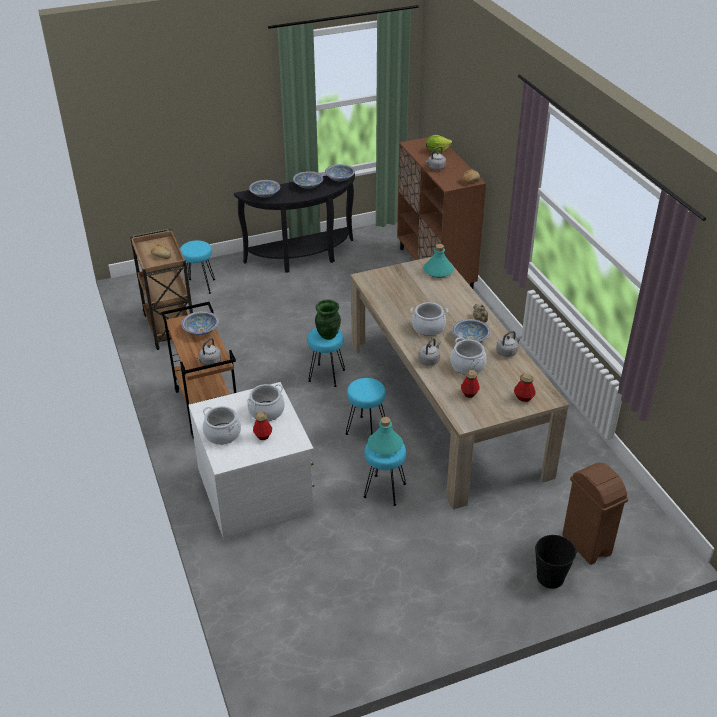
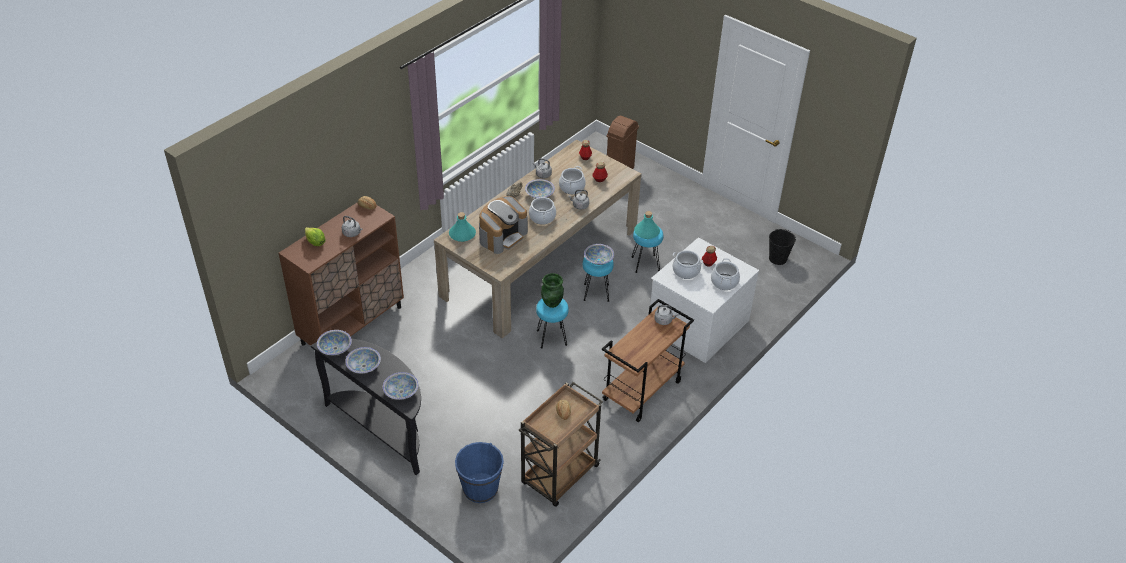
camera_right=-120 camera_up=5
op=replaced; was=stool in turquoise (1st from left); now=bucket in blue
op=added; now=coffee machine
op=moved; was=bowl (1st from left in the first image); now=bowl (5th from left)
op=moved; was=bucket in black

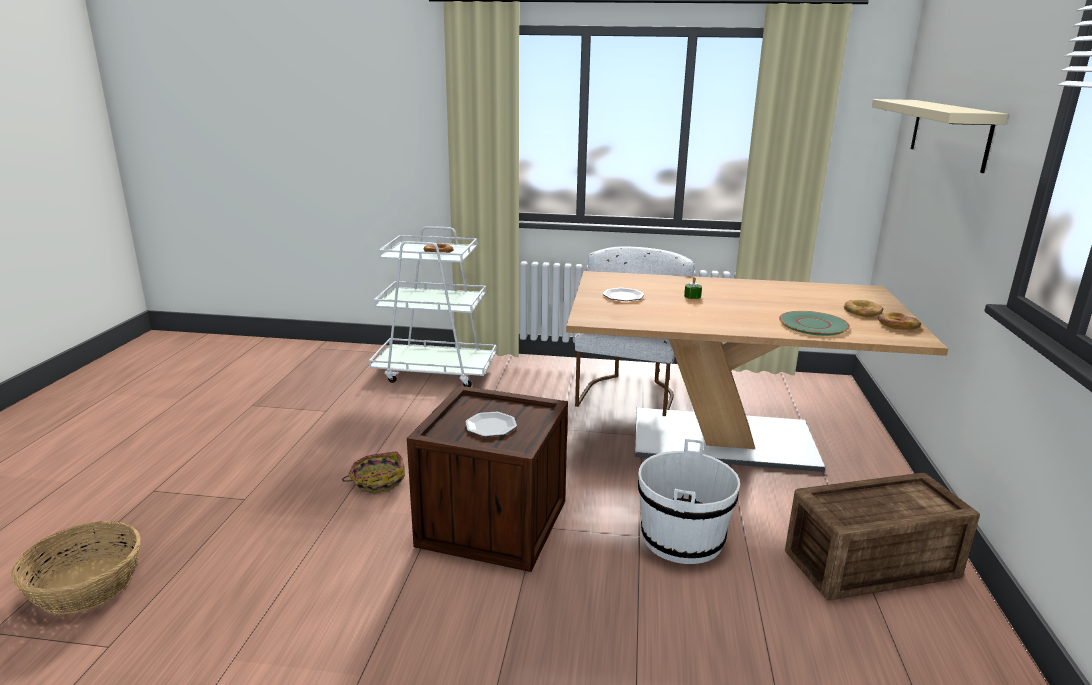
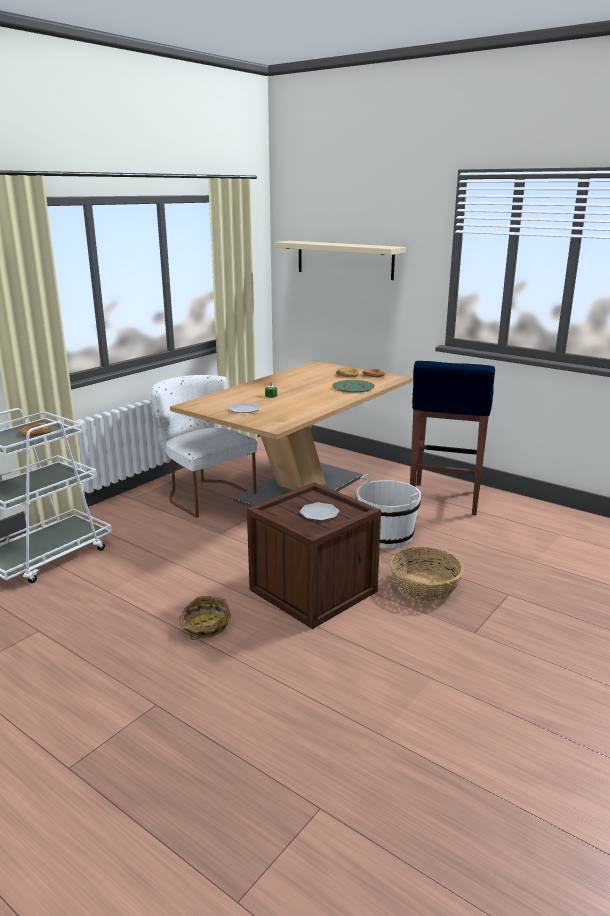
camera_right=-60 camera_up=0
op=moved; was=basket (1st from left in the first image); now=basket (2nd from left)
op=replaced; was=crate (2nd from left); now=stool in blue

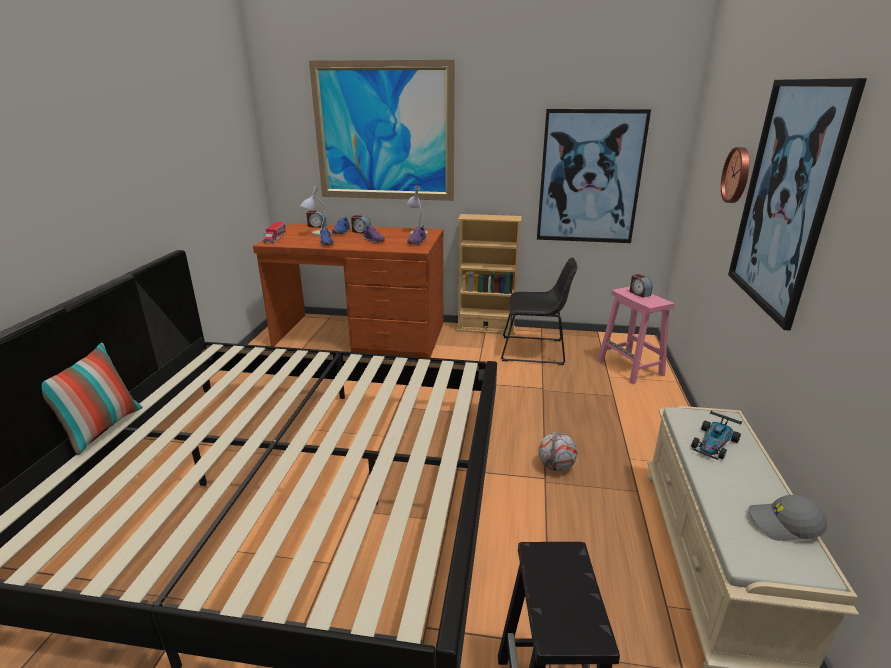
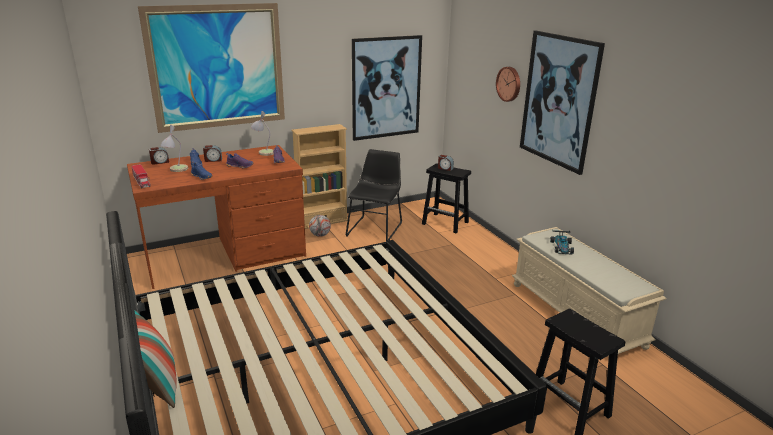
camera_right=-35 camera_up=0
op=moved; was=football
op=turned; was=chair in black; clockwise=-45
op=recoloured; was=stool in pink; now=stool in black (1st from left)
op=removed; was=cap in grey

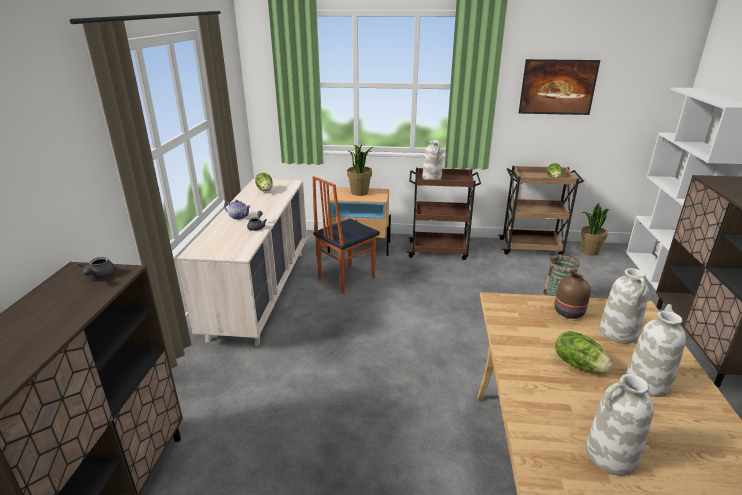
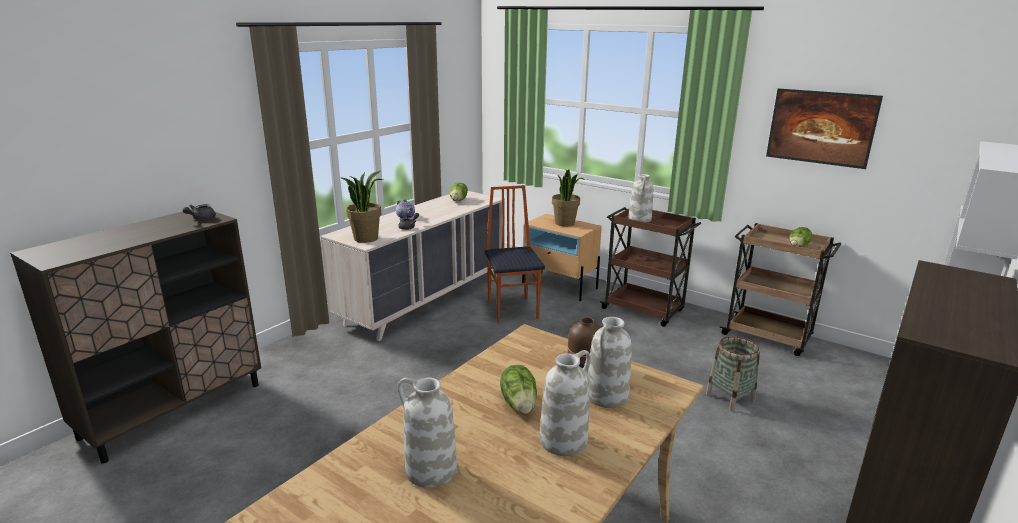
camera_right=30 camera_up=-5
op=moved; was=potted plant (2nd from left in the first image); now=potted plant (1st from left)
op=turned; was=chair; clockwise=90

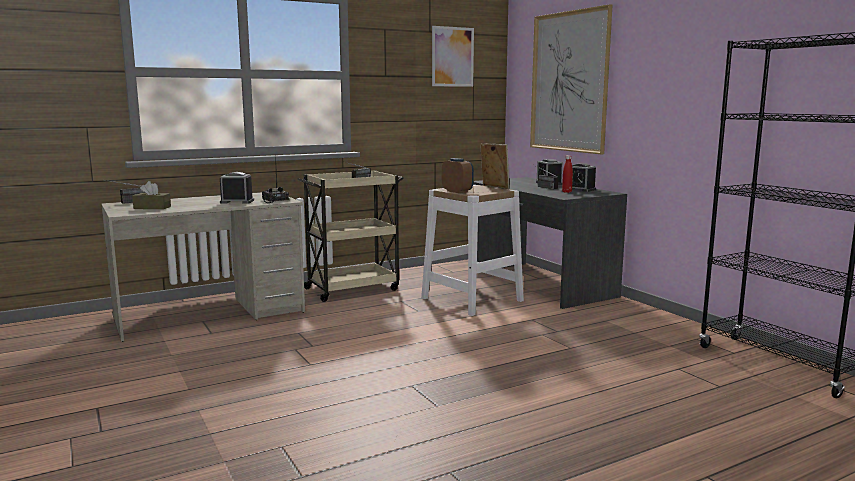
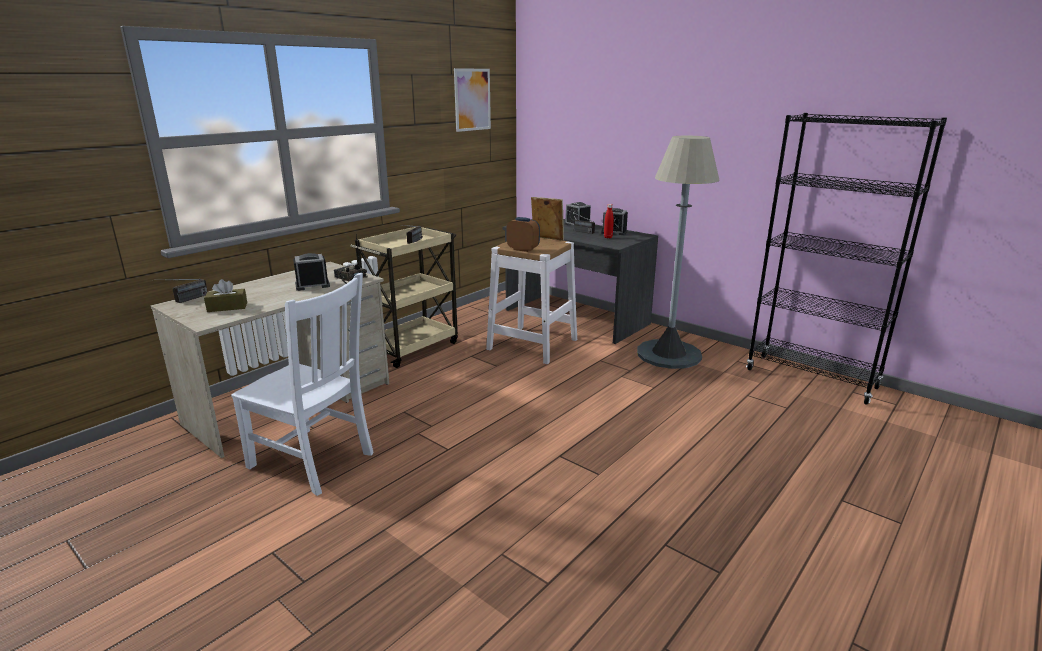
camera_right=-20 camera_up=10
op=added; now=chair in white
op=added; now=floor lamp in grey
op=removed; was=picture (2nd from left)

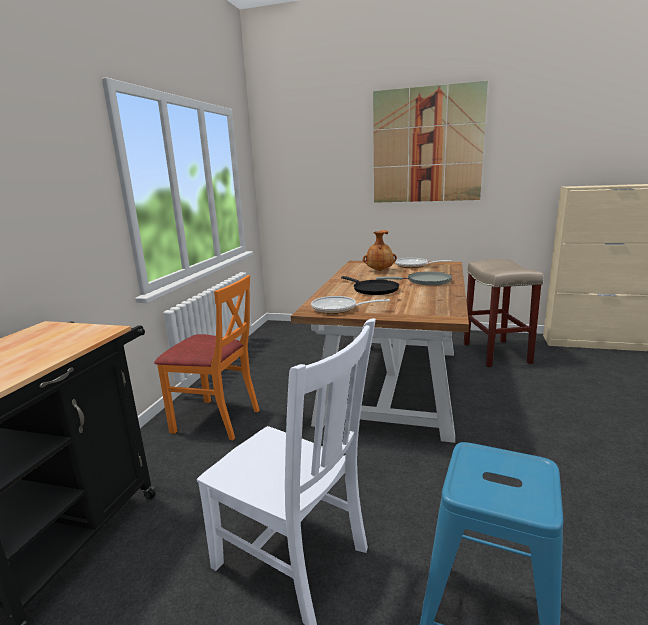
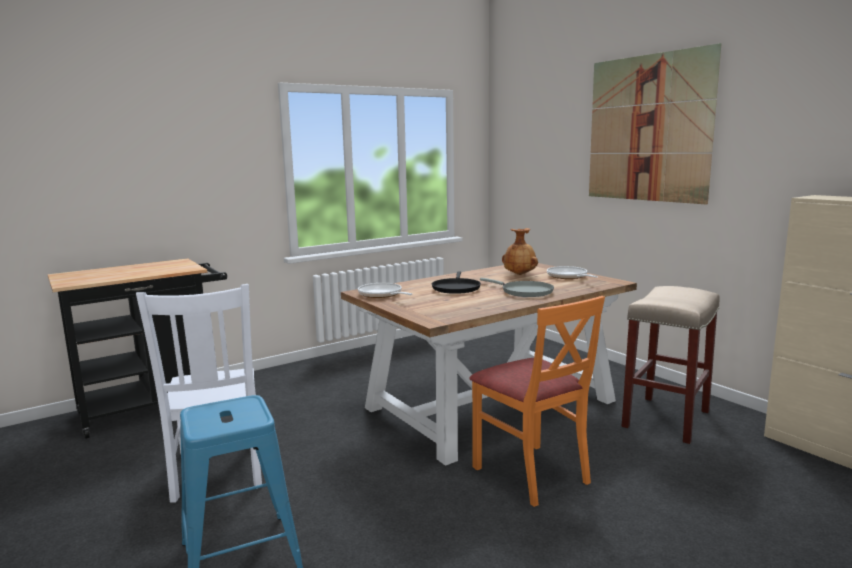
camera_right=40 camera_up=-5
op=moved; was=chair in orange

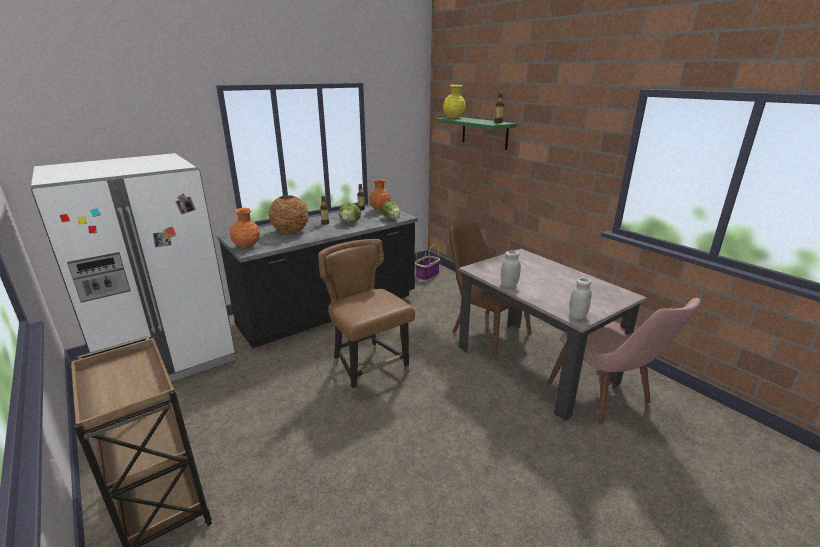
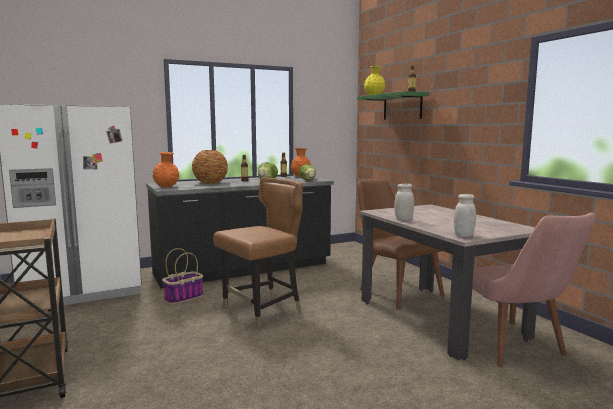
camera_right=10 camera_up=-15
op=moved; was=basket
op=turned; was=chair in brown (1st from left); clockwise=75

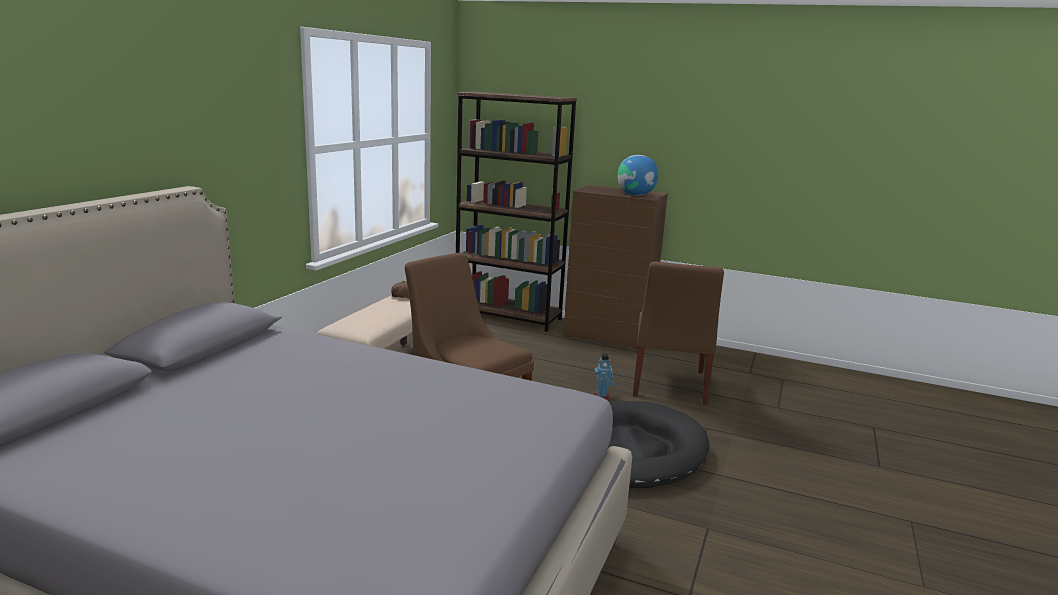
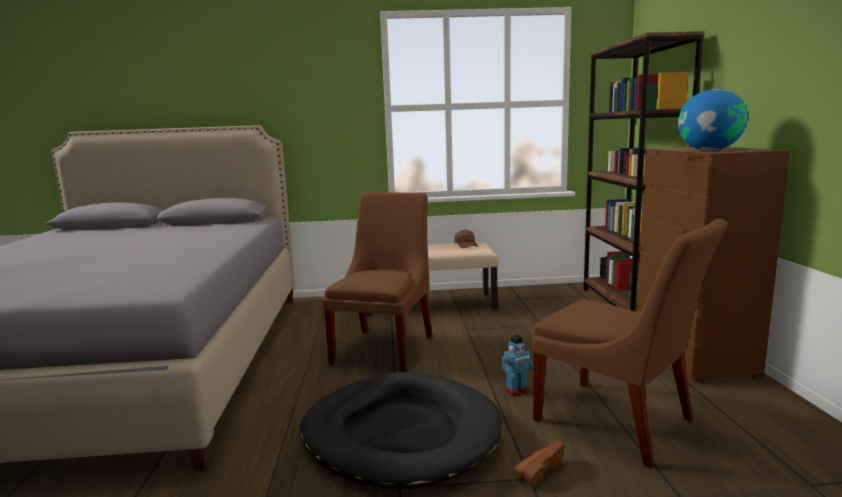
camera_right=65 camera_up=-5
op=added; now=shoe in brown
op=turned; was=chair in brown (2nd from left); clockwise=-120

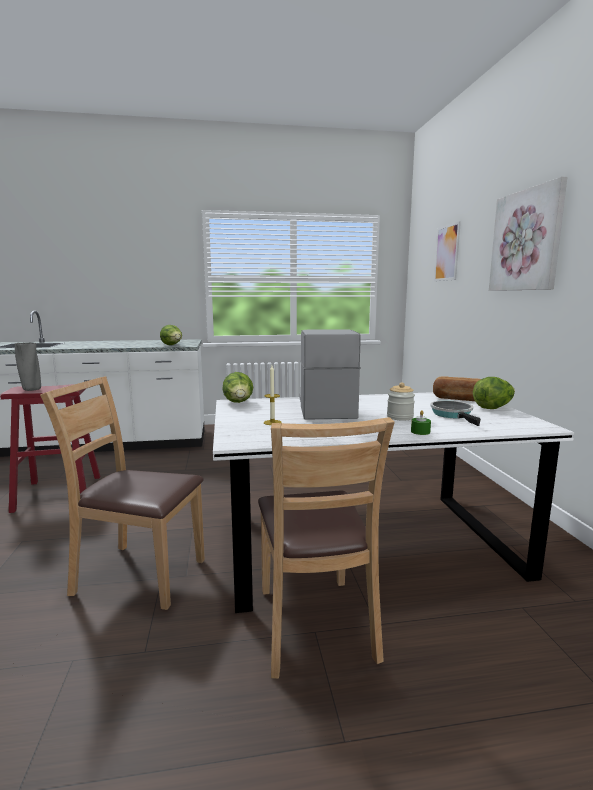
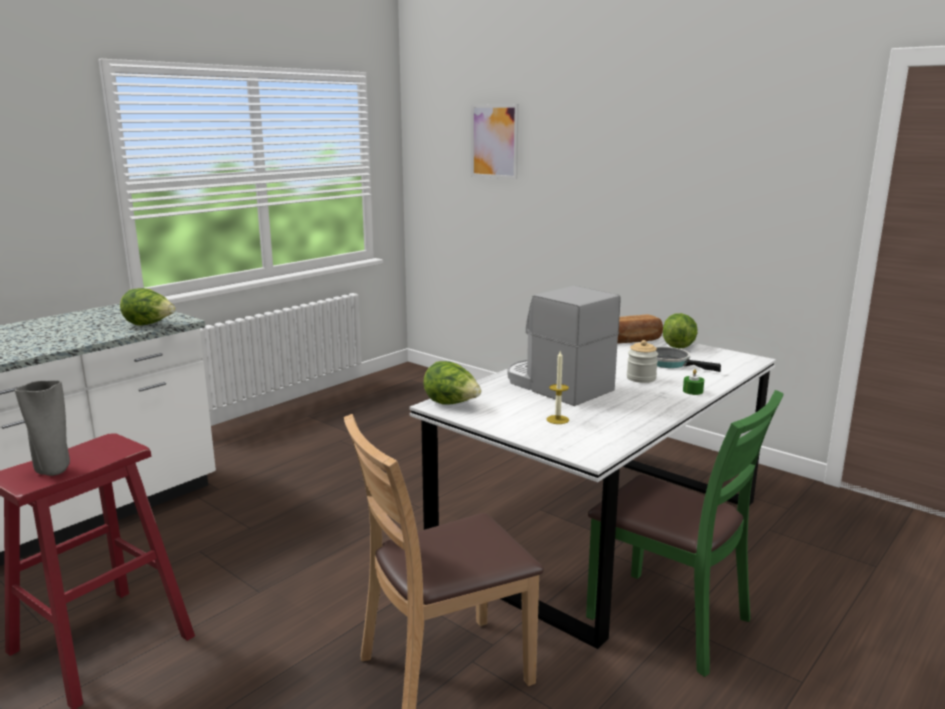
camera_right=-40 camera_up=5
op=recoloured; was=chair in brown (2nd from left); now=chair in green
op=removed; was=picture (2nd from left)

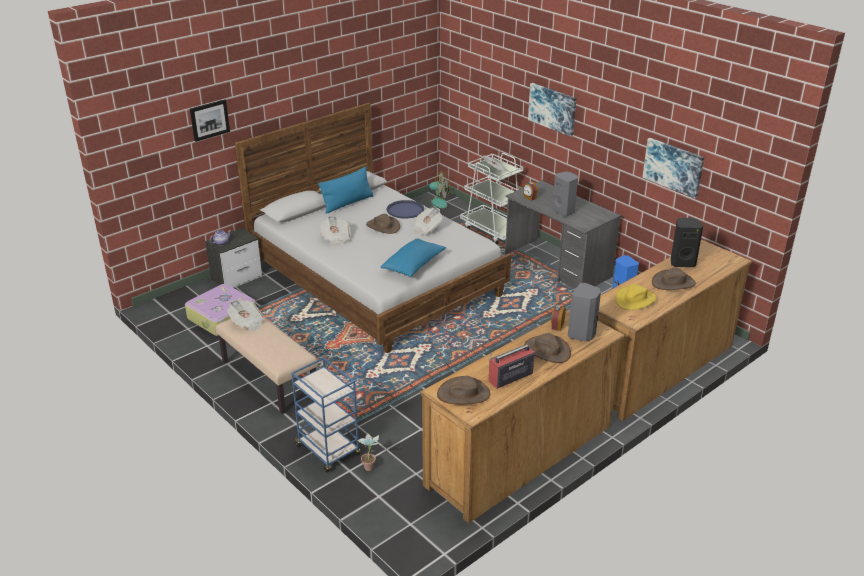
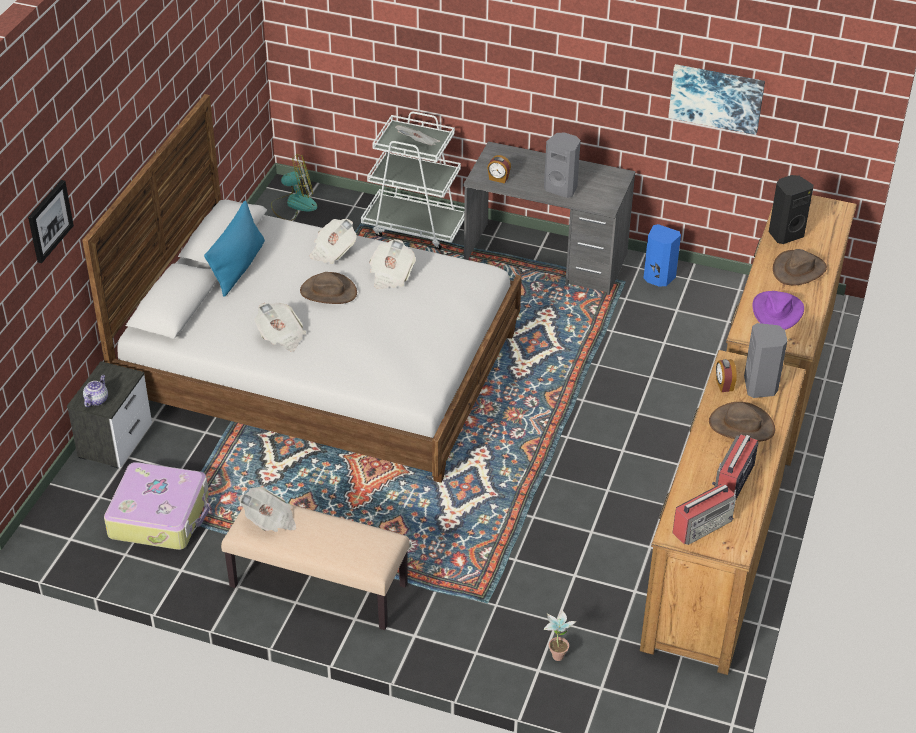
camera_right=-30 camera_up=10
op=replaced; was=tray in blue; now=newspaper (3rd from left)
op=replaced; was=hat in brown (2nd from left); now=radio (1st from left)
op=recoloured; was=hat in yellow; now=hat in purple
op=removed; was=cart in blue
op=removed; was=pillow in blue (2nd from left)
op=removed; was=picture (2nd from left)

